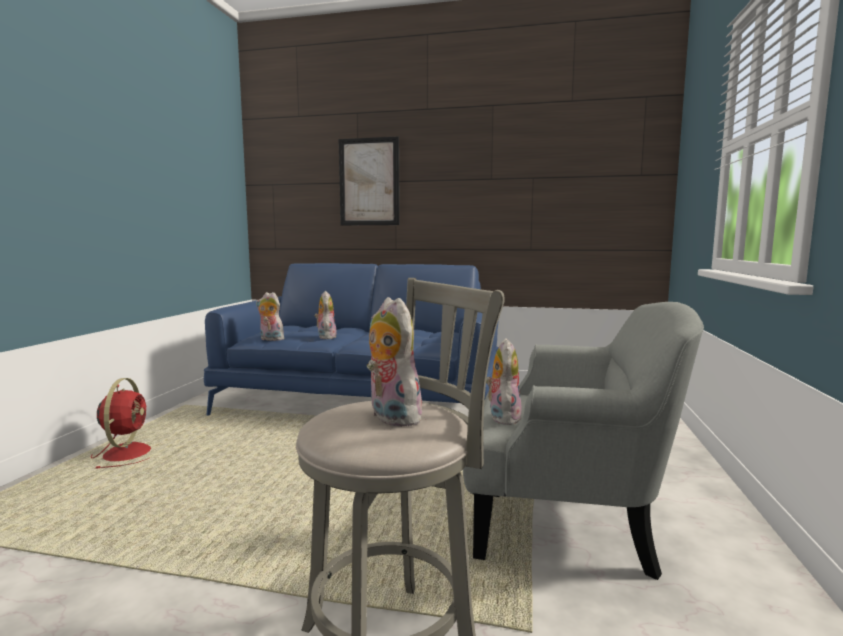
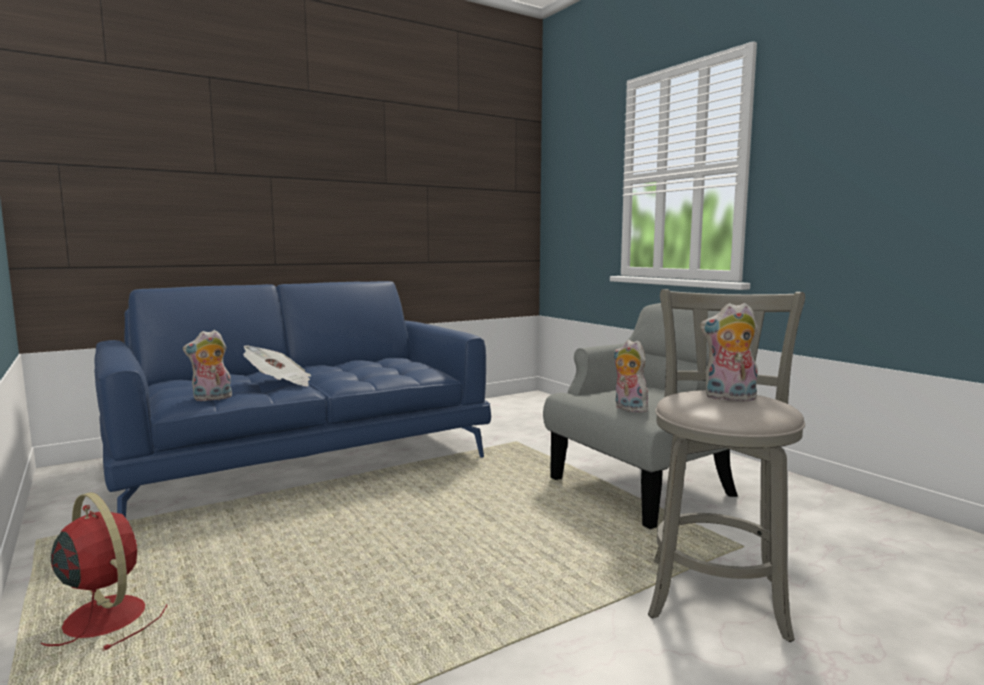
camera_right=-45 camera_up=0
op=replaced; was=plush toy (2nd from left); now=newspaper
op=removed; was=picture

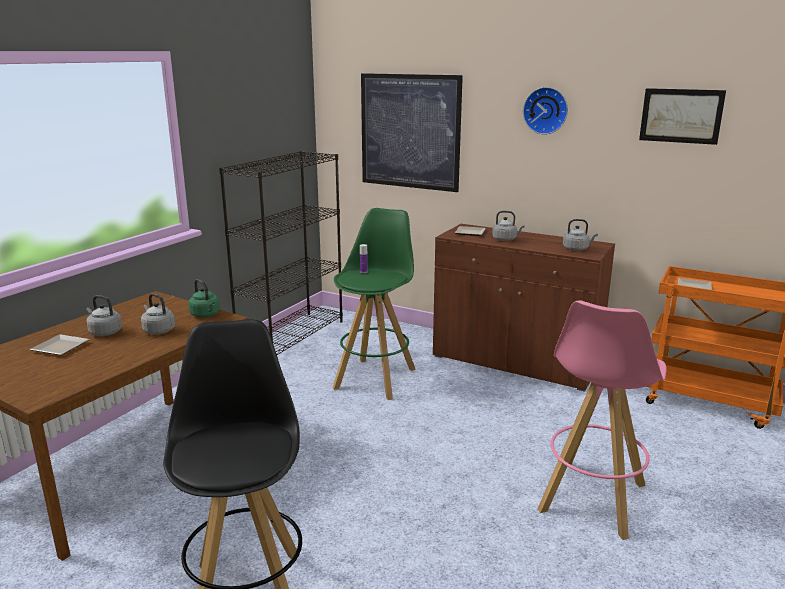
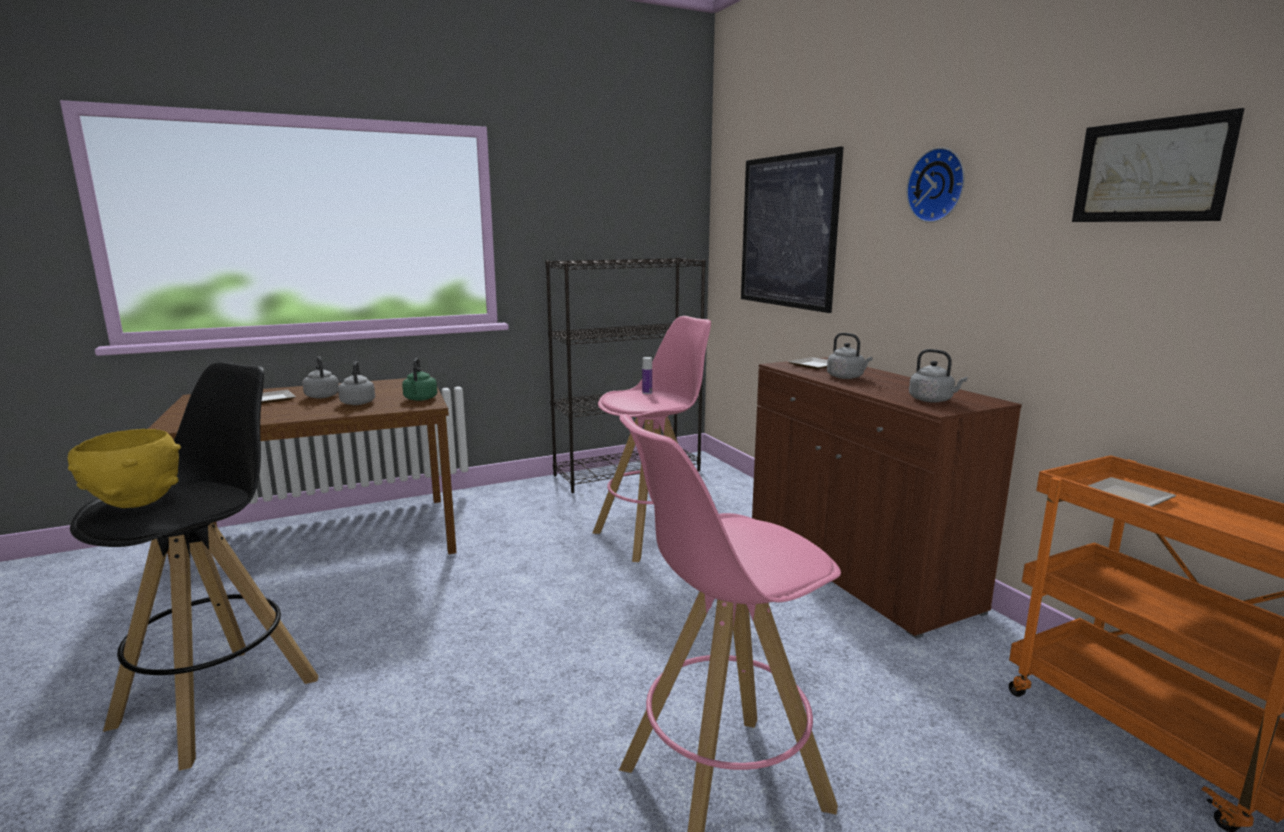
camera_right=35 camera_up=-5
op=added; now=bowl in yellow
op=recoloured; was=stool in green; now=stool in pink (1st from left)

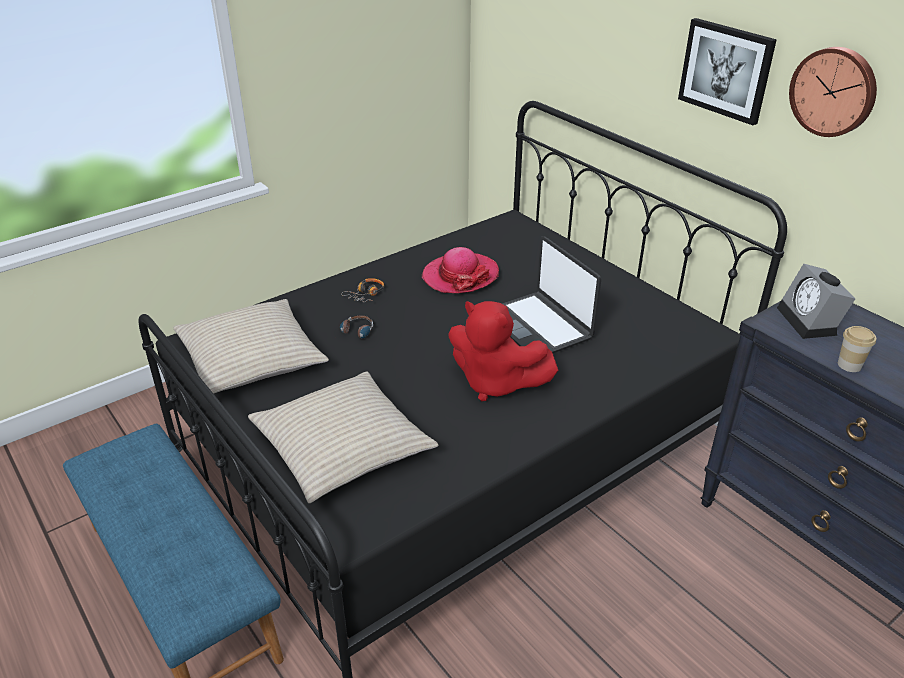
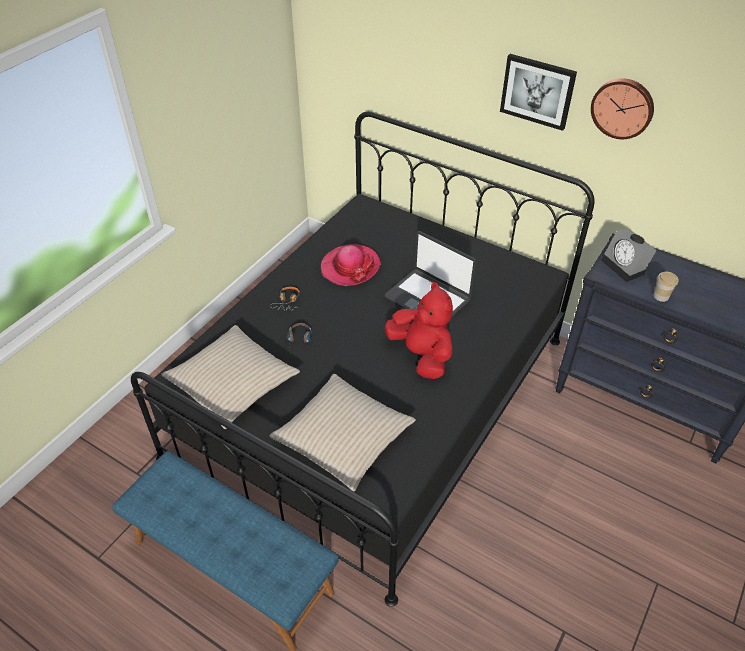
camera_right=-20 camera_up=10
op=turned; was=plush toy in red; clockwise=-135

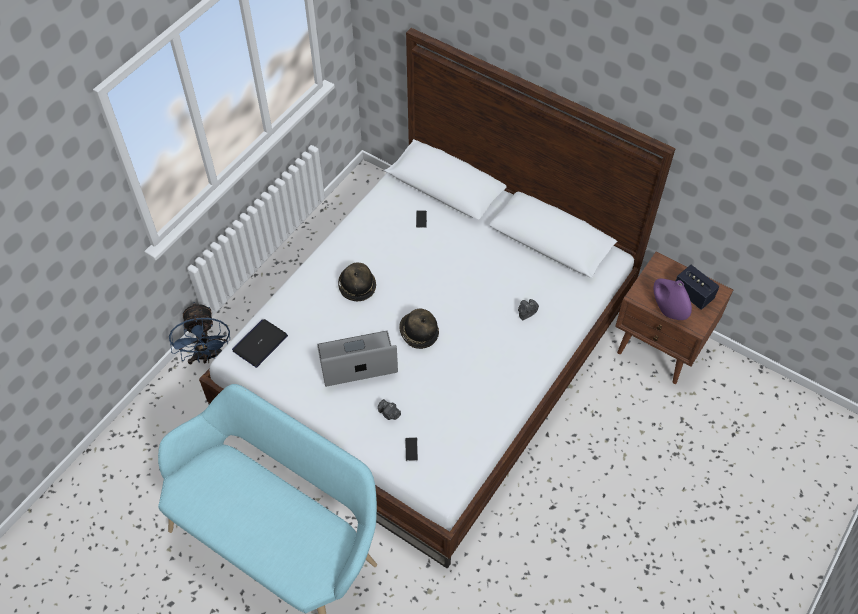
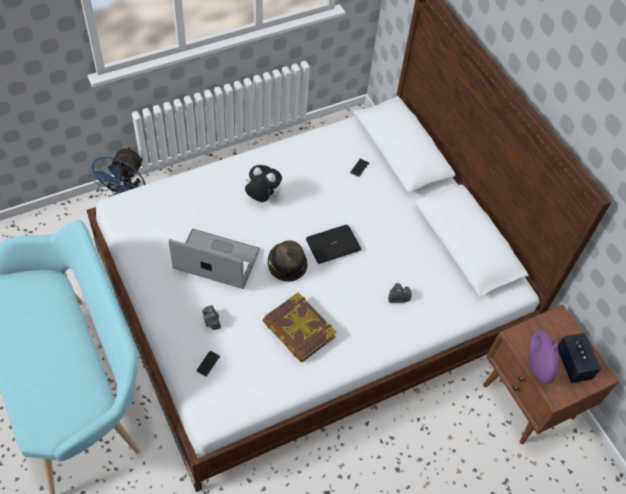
camera_right=25 camera_up=0
op=replaced; was=hat (1st from left); now=plush toy
op=added; now=book
op=moved; was=laptop (1st from left in the first image); now=laptop (2nd from left)

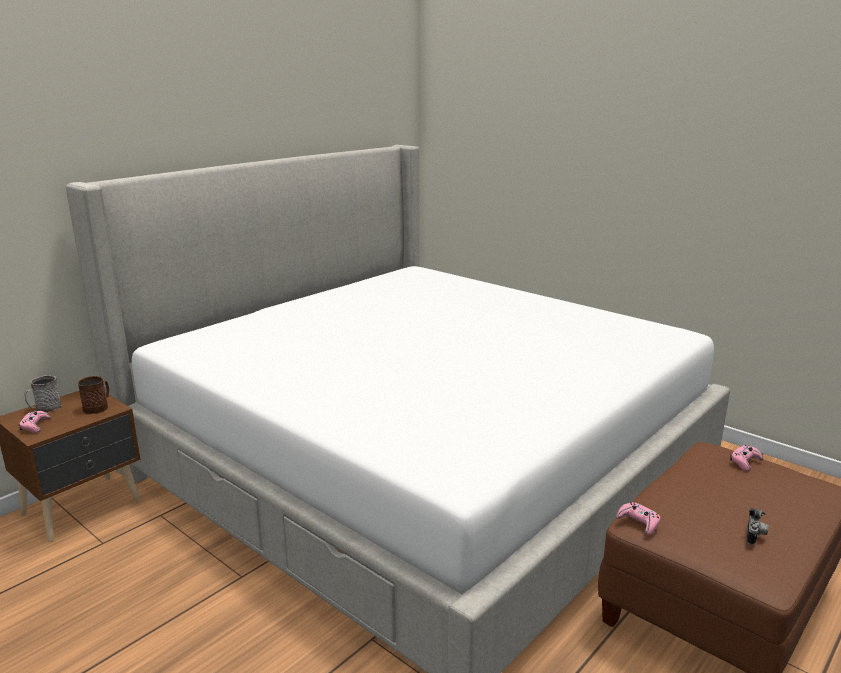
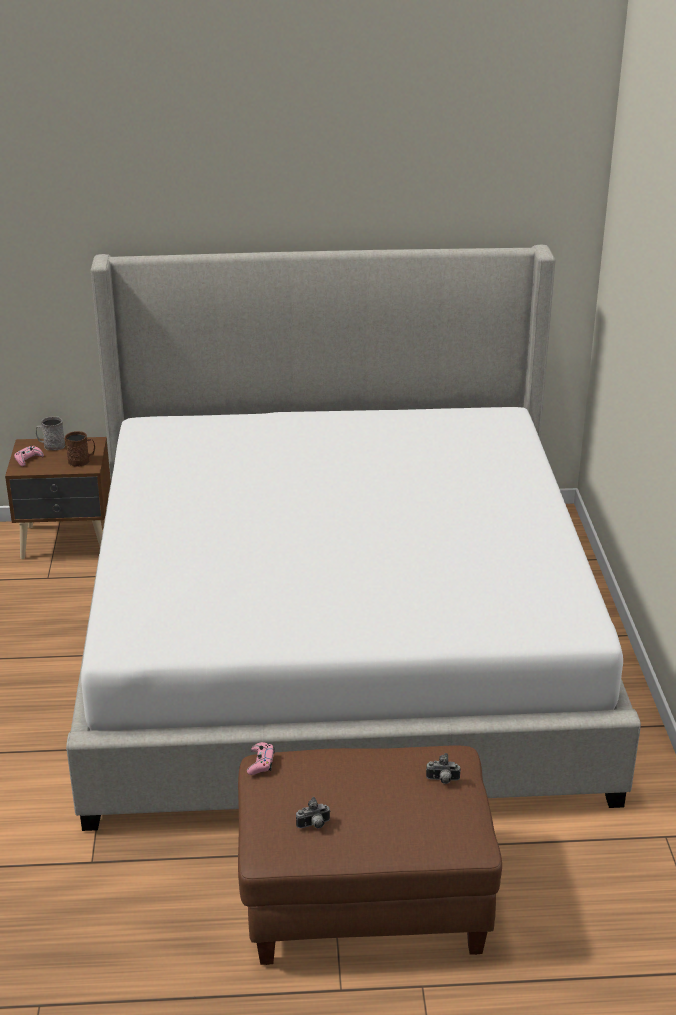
camera_right=45 camera_up=10
op=replaced; was=game controller in pink (3rd from left); now=photo camera (2nd from left)

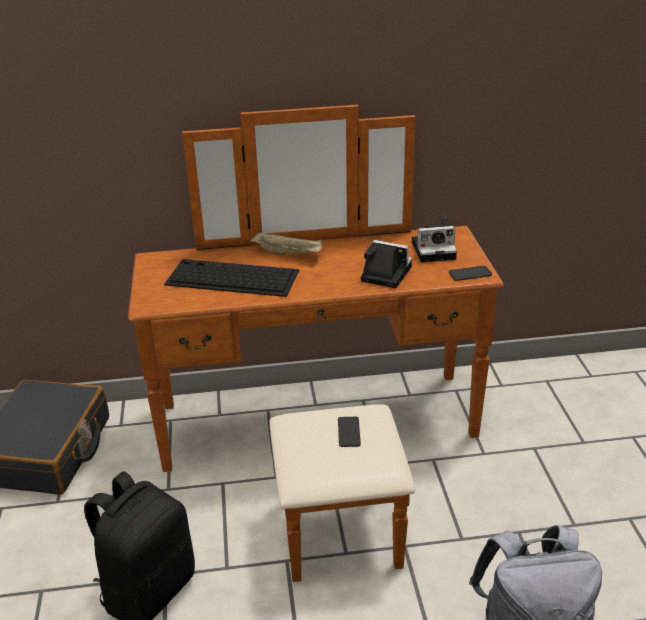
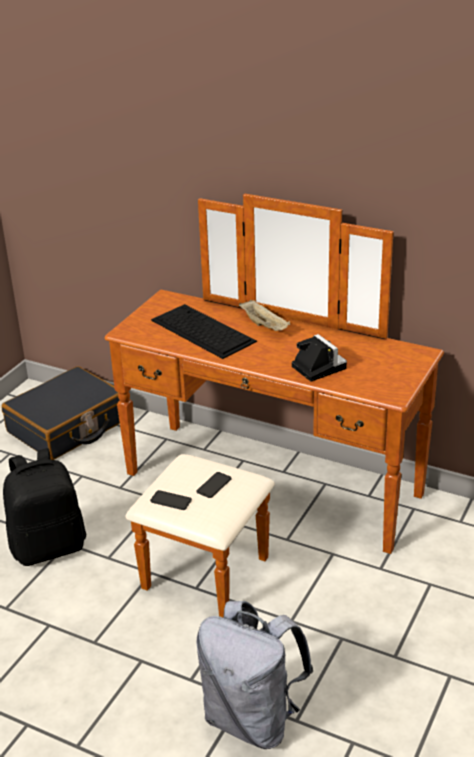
camera_right=35 camera_up=0
op=moved; was=phone (2nd from left in the first image); now=phone (1st from left)
op=removed; was=photo camera (2nd from left)

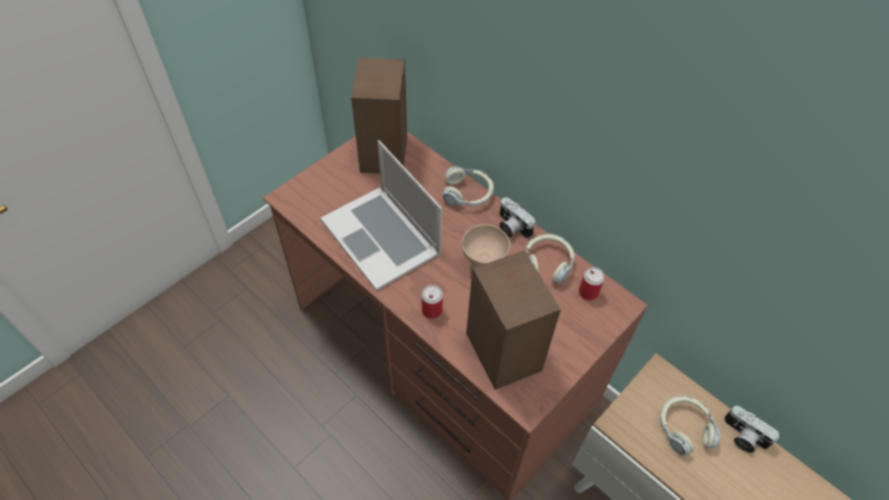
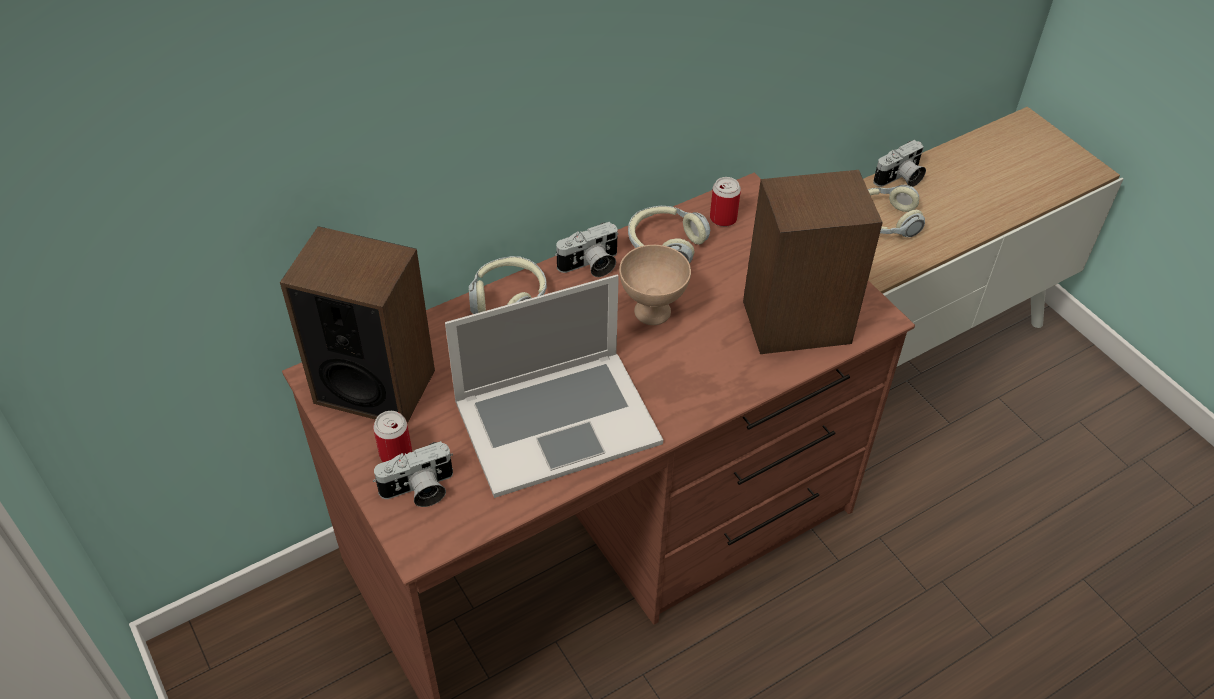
camera_right=-75 camera_up=-5
op=moved; was=can (1st from left)
op=added; now=photo camera (1st from left)

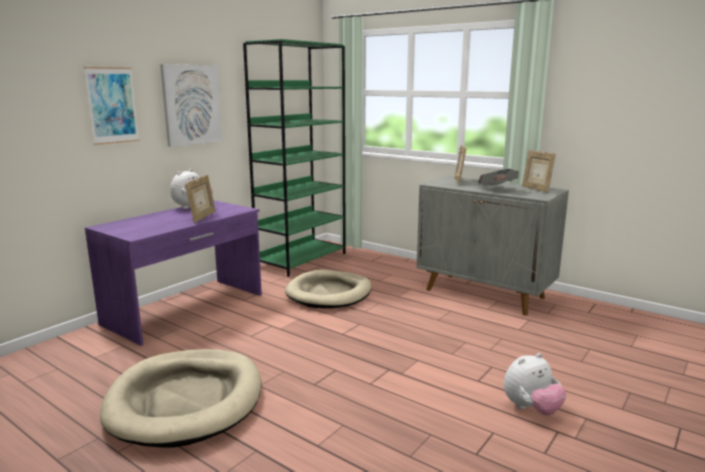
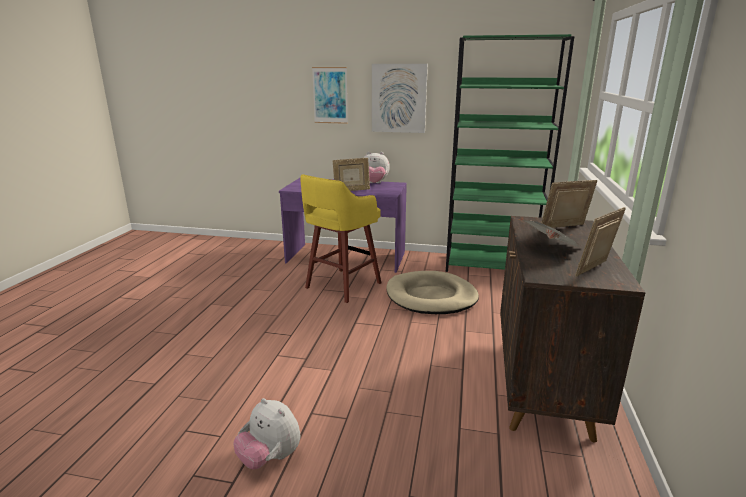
camera_right=65 camera_up=5
op=added; now=stool in yellow
op=recoloured; was=cabinet in grey; now=cabinet in brown
op=removed; was=dog bed in beige (1st from left)

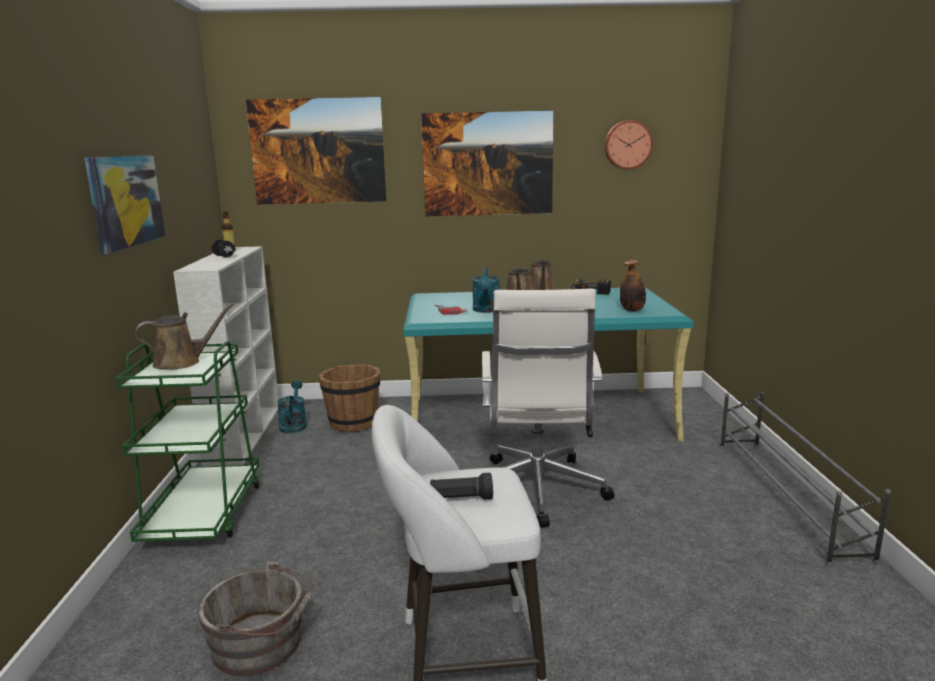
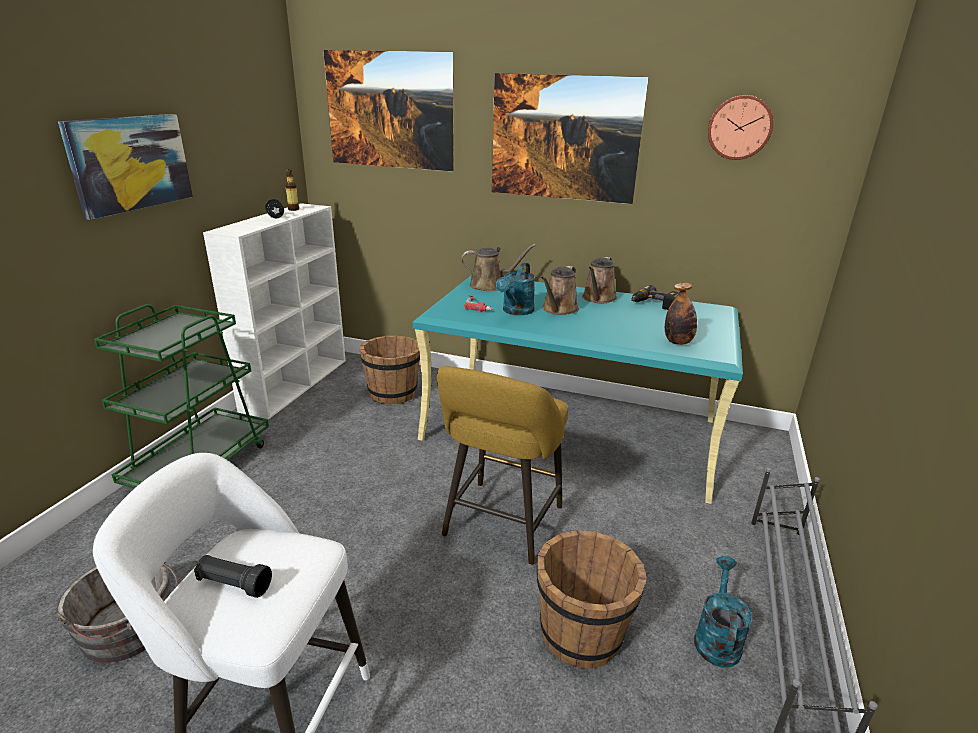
camera_right=20 camera_up=10
op=replaced; was=office chair in white; now=stool in yellow
op=moved; was=watering can in brown (1st from left)
op=added; now=bucket in brown (2nd from left)
op=moved; was=watering can in turquoise (1st from left in the first image); now=watering can in turquoise (2nd from left)

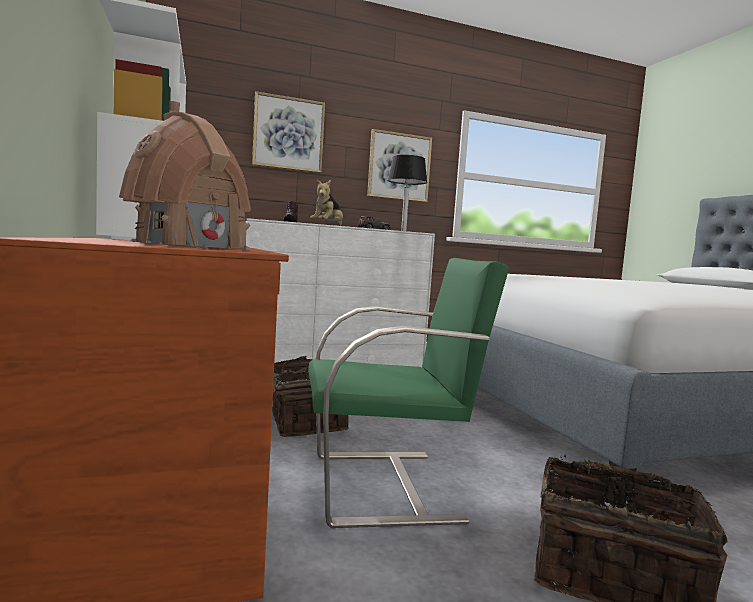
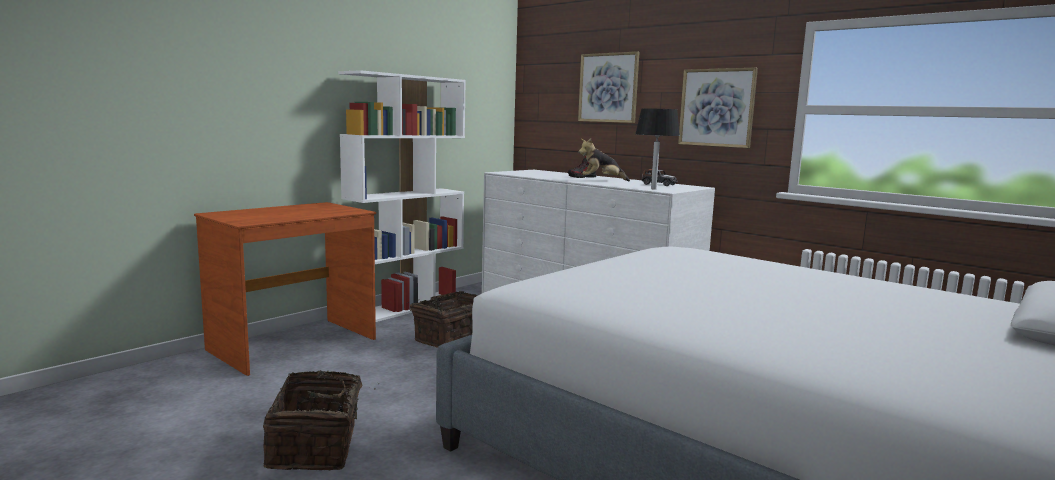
camera_right=60 camera_up=5
op=removed; was=toy house
op=removed; was=chair in green

